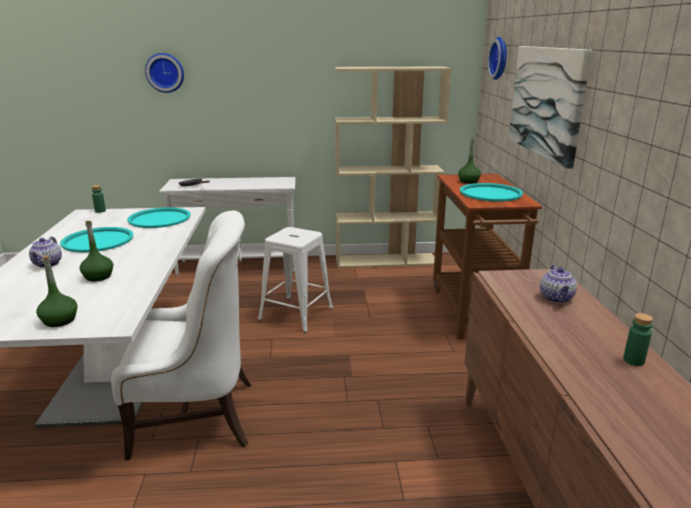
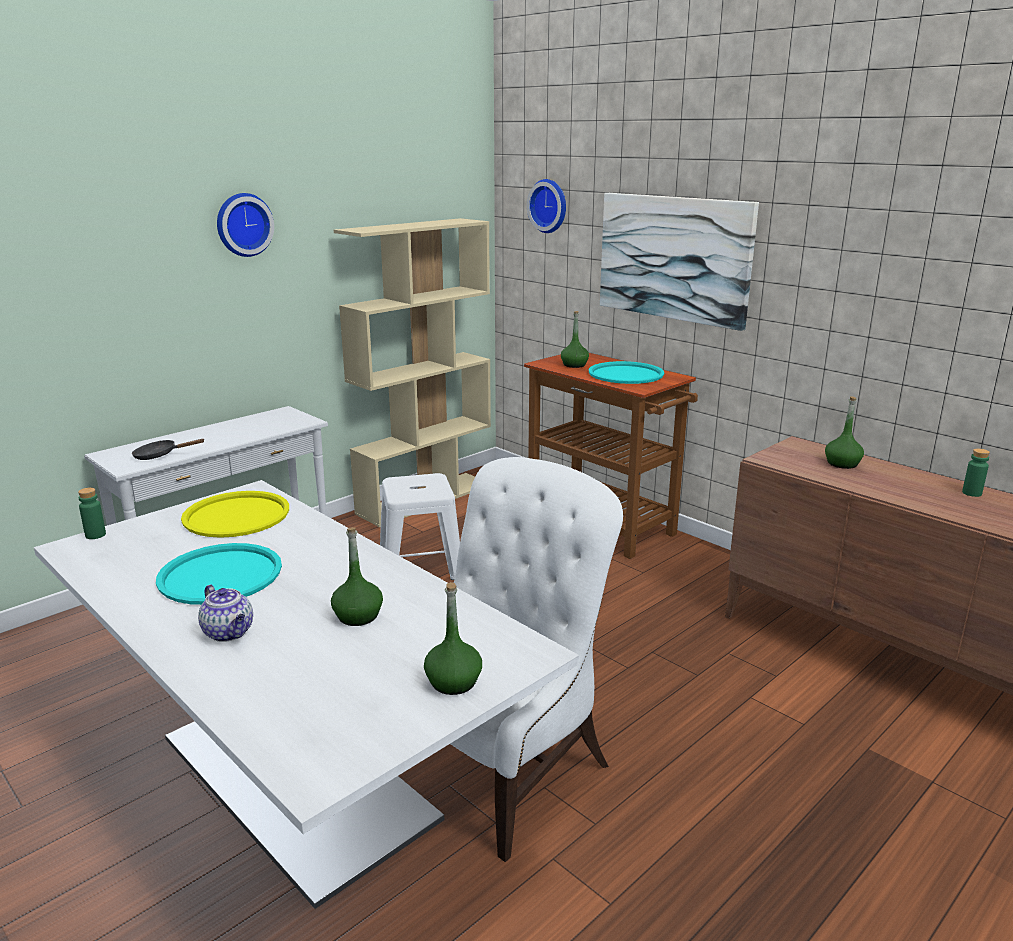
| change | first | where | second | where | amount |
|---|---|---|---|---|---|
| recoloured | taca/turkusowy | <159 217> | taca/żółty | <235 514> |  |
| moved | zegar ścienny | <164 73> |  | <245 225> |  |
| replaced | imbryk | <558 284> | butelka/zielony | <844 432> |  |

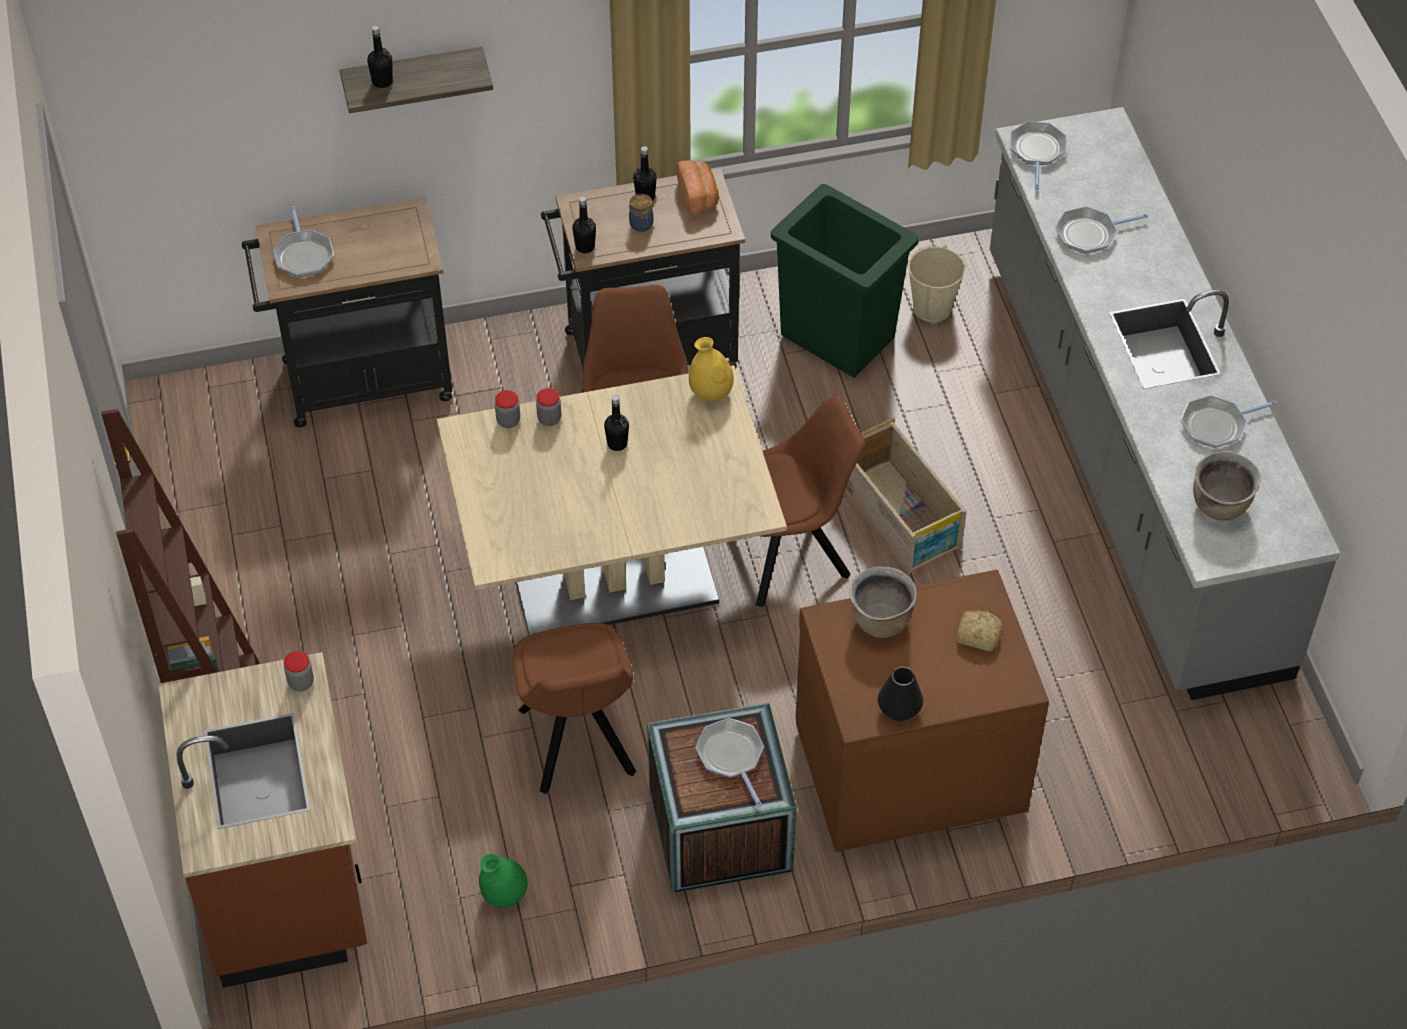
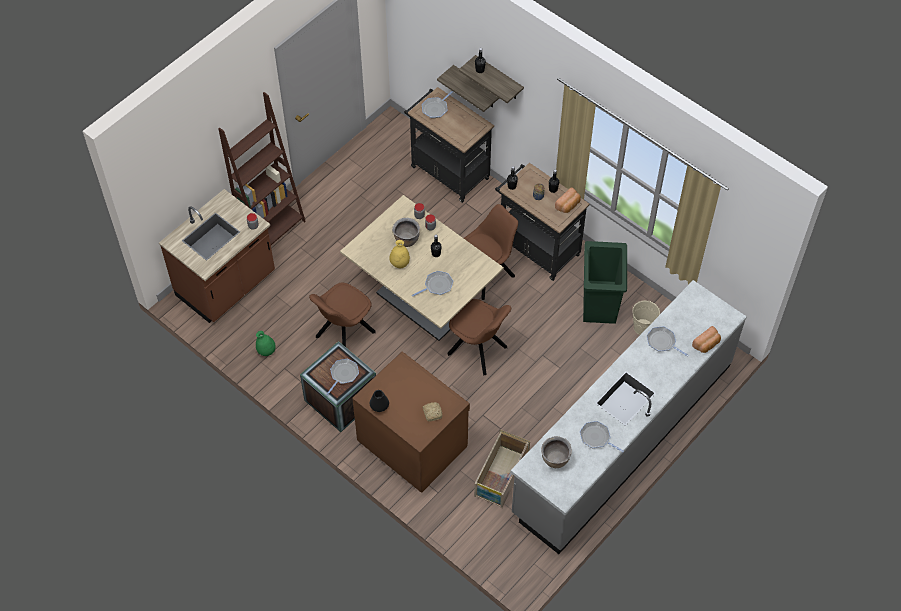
| change | first | where | second | where | amount |
|---|---|---|---|---|---|
| moved | wazon/żółty | <711 369> |  | <399 254> |  |
| moved | garnek/brązowy | <883 602> |  | <406 232> |  |
| moved | patelnia | <1038 156> |  | <432 284> |  |
| added |  |  | półka | <468 88> |  |
| moved | skrzynka | <905 496> |  | <502 468> |  |
| added |  |  | chleb | <706 339> |  |

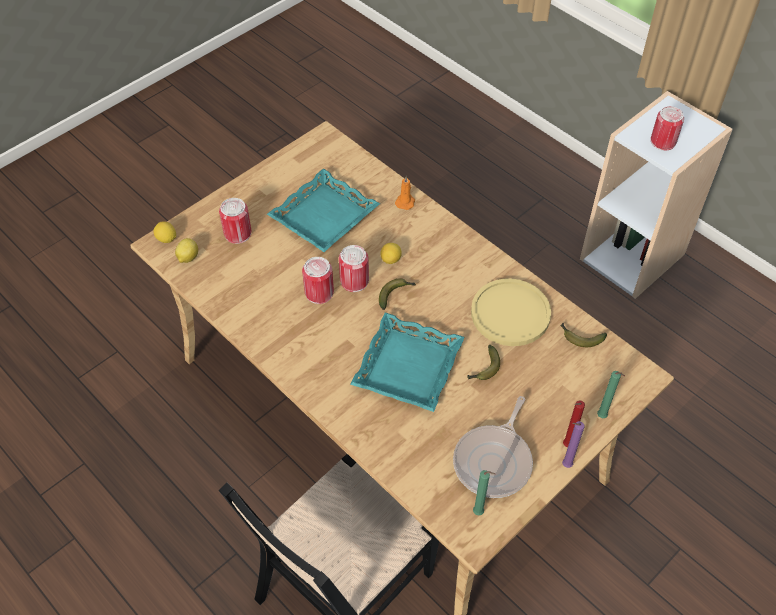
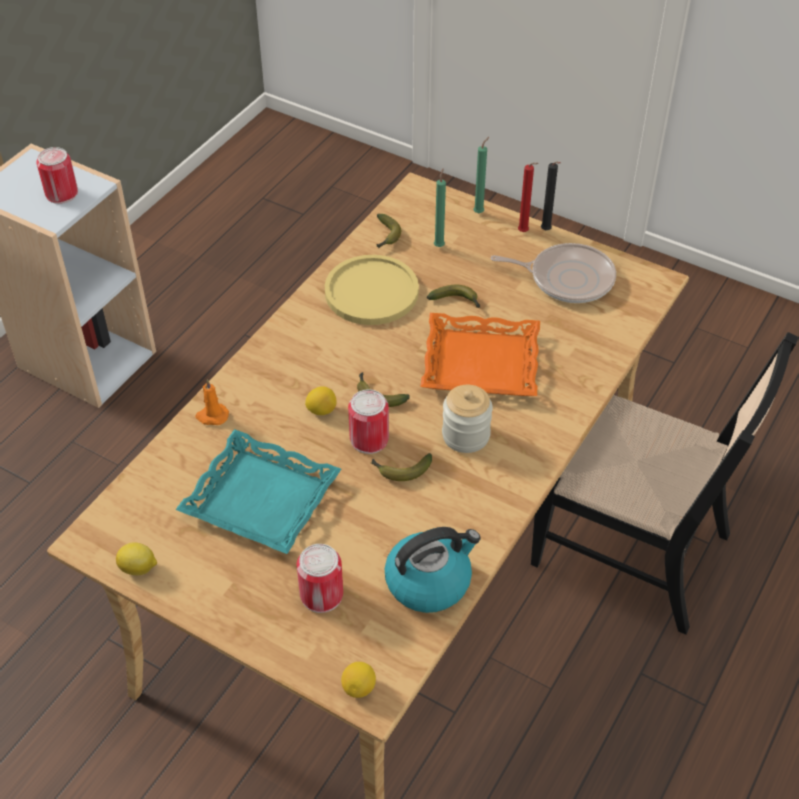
| change | first | where | second | where | amount |
|---|---|---|---|---|---|
| moved | cytryna | <186 250> |  | <136 558> |  |
| replaced | puszka | <318 280> | banan | <401 467> |  |
| added |  |  | czajnik | <433 570> |  |
| recoloured | taca/turkusowy | <407 362> | taca/pomarańczowy | <480 354> |  |
| moved | świeca/zielony | <484 492> |  | <440 208> |  |
| added |  |  | słoik | <467 419> |  |
| recoloured | świeca/fioletowy | <573 444> | świeca/czarny | <550 196> |  |

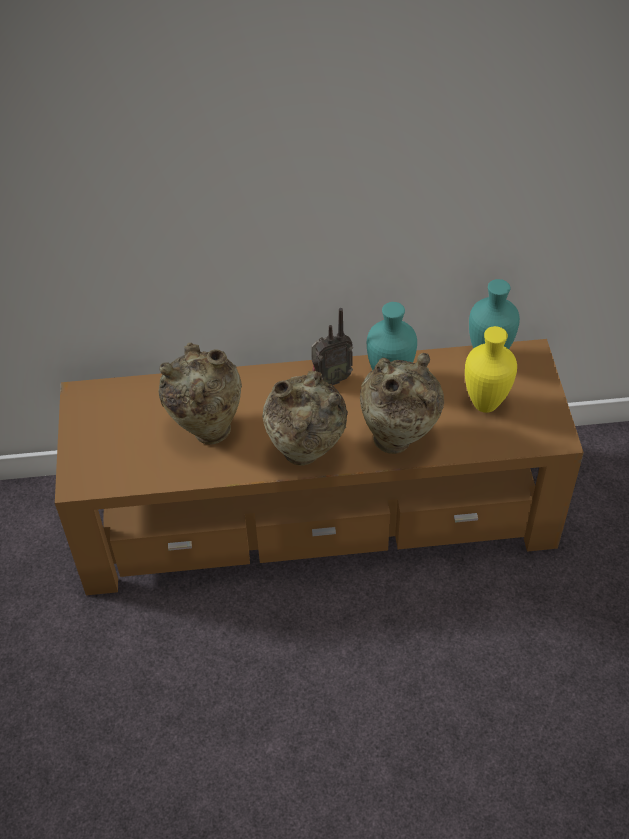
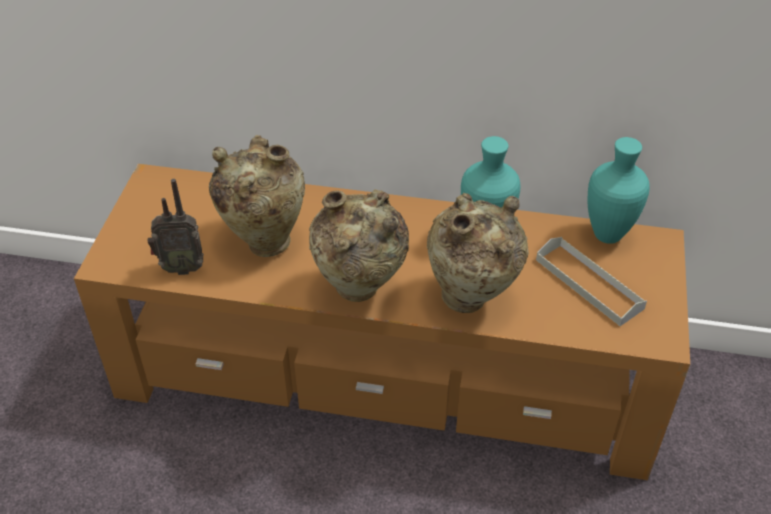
| change | first | where | second | where | amount |
|---|---|---|---|---|---|
| moved | radio | <332 346> |  | <176 227> |  |
| replaced | wazon/żółty | <491 369> | taca/szary | <591 281> |  |

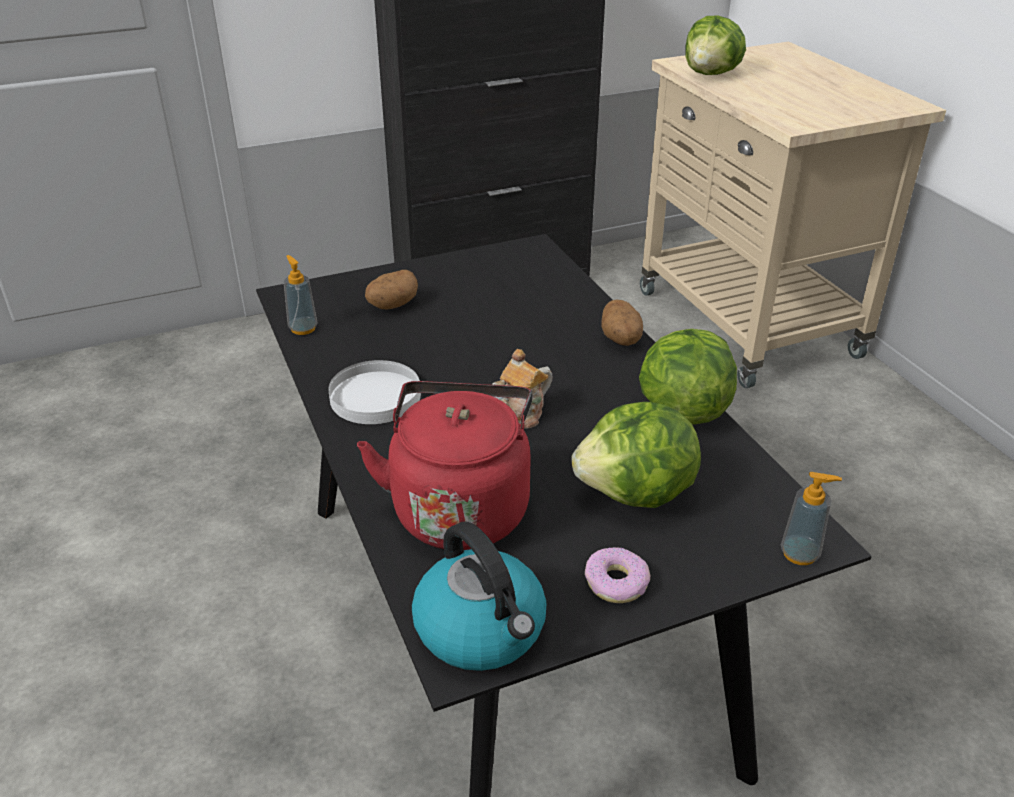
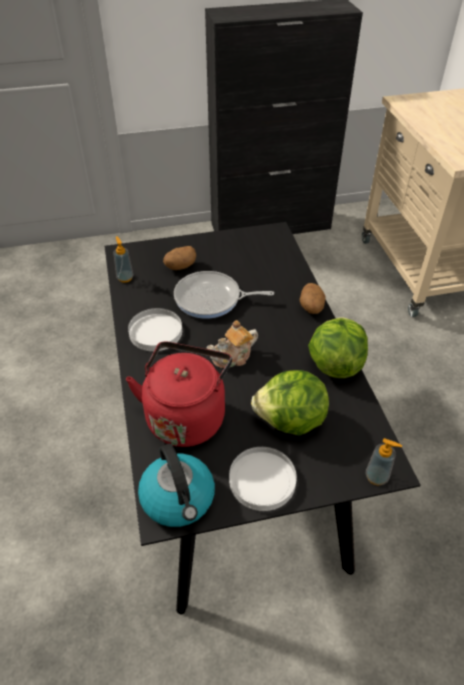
| change | first | where | second | where | amount |
|---|---|---|---|---|---|
| added |  |  | patelnia | <224 295> |  |
| replaced | donut | <617 575> | talerz/biały | <263 479> |  |
| removed | sałata | <716 45> |  |  |  |

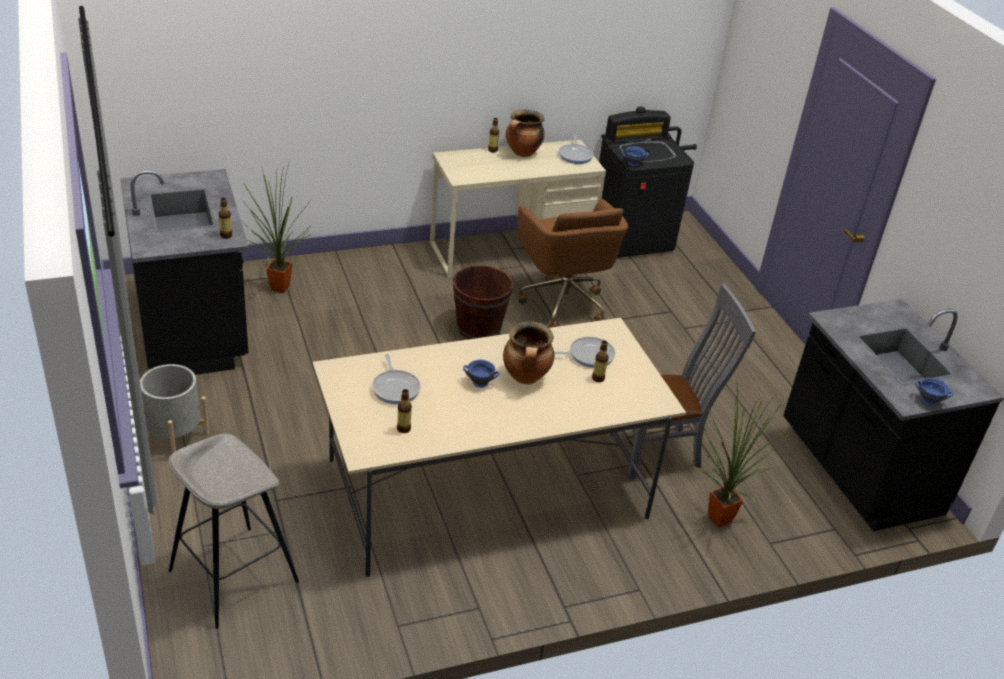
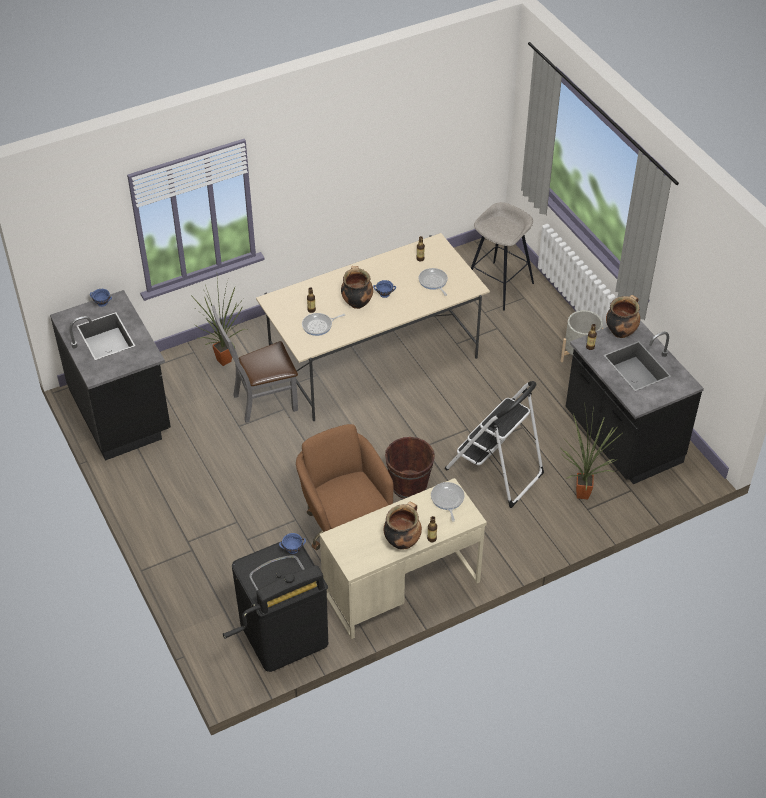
| change | first | where | second | where | amount |
|---|---|---|---|---|---|
| moved | patelnia | <576 149> |  | <447 502> |  |
| added |  |  | drabinka | <494 444> |  |
| added |  |  | garnek | <623 316> |  |

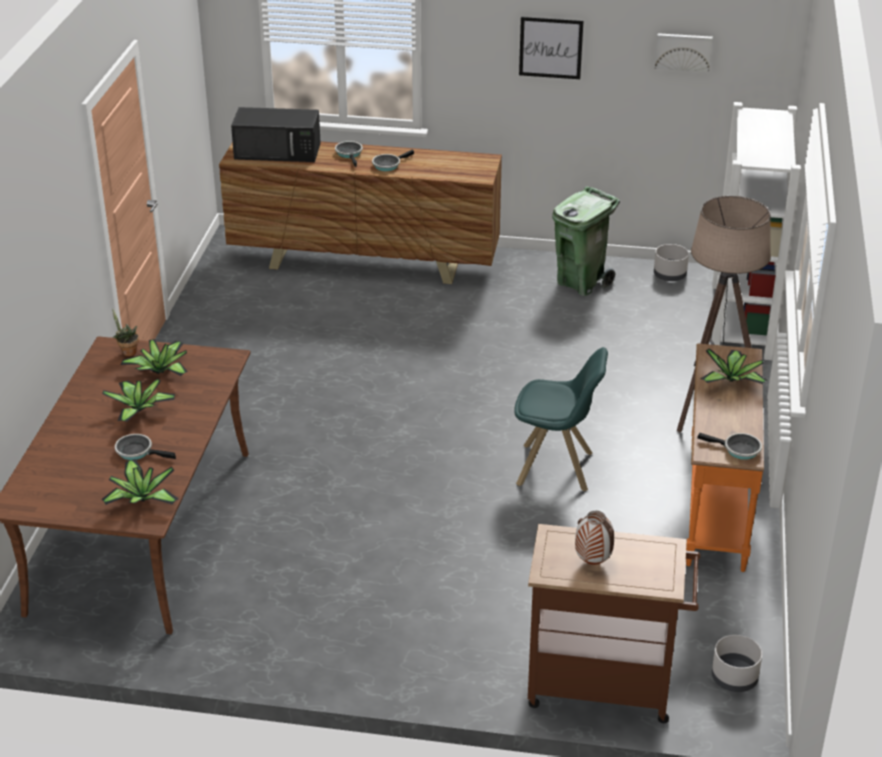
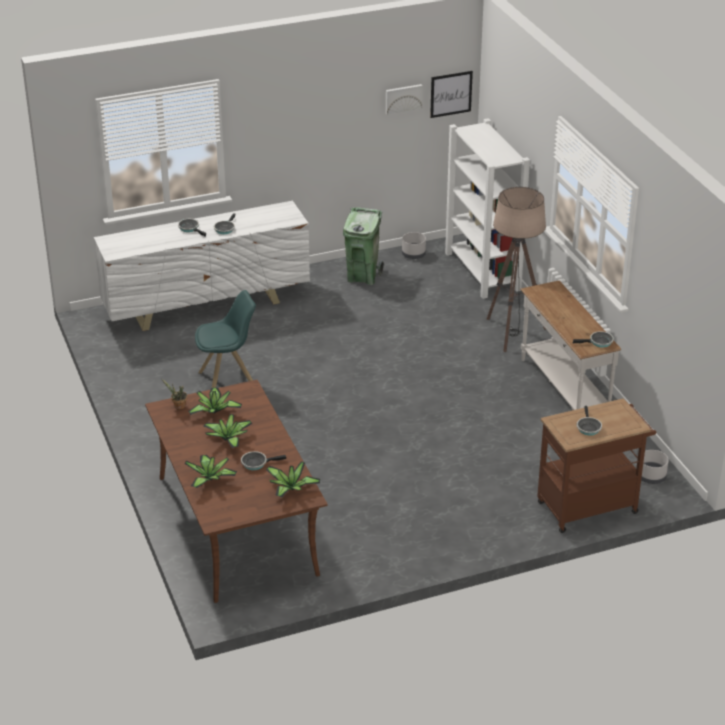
| change | first | where | second | where | amount |
|---|---|---|---|---|---|
| recoloured | szafka/brązowy | <360 212> | szafka/biały | <202 266> |  |
| moved | roślina doniczkowa | <734 366> |  | <211 471> |  |
| moved | krzesło/turkusowy | <561 419> |  | <225 339> |  |
| moved | obraz | <551 47> |  | <451 94> |  |
| recoloured | stolik konsolowy/pomarańczowy | <725 458> | stolik konsolowy/biały | <570 345> |  |
| replaced | wazon | <594 538> | patelnia | <589 420> |  |
| removed | mikrofalówka/czarny | <276 134> |  |  |  |

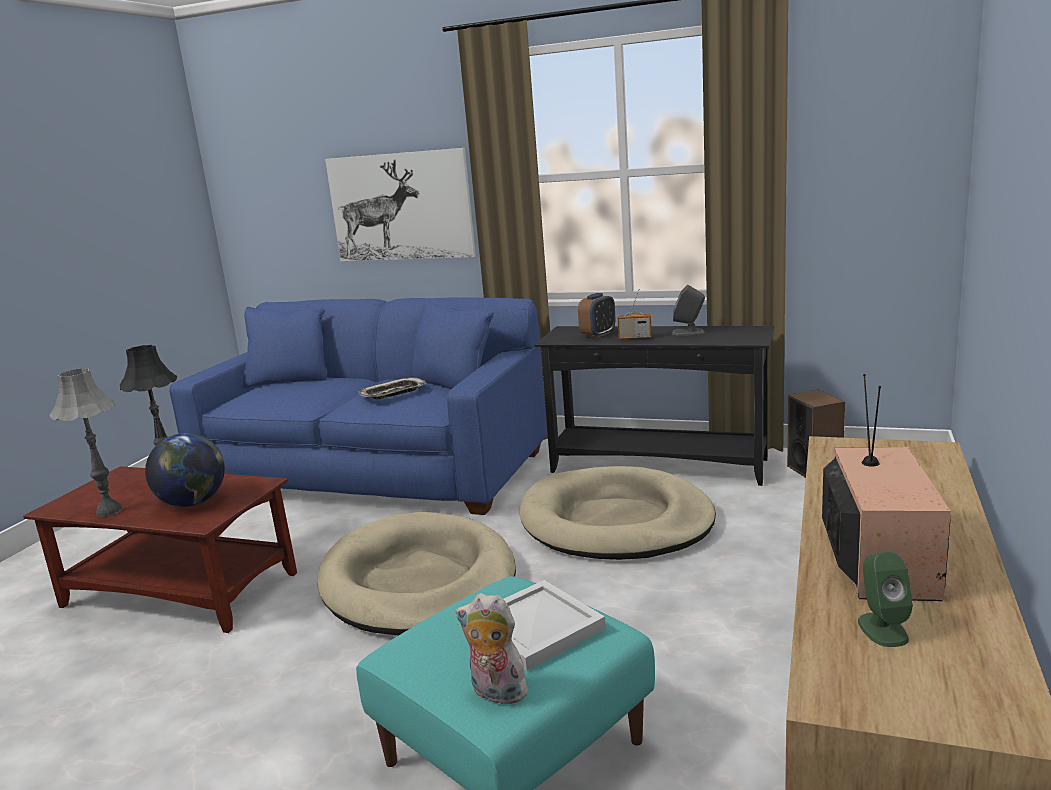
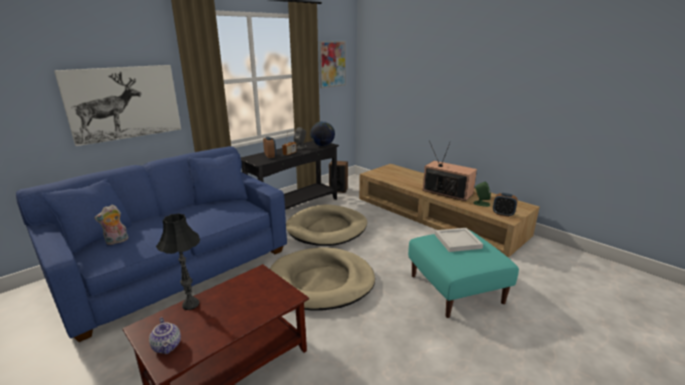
| change | first | where | second | where | amount |
|---|---|---|---|---|---|
| moved | pluszak | <492 648> |  | <111 225> |  |
| added |  |  | imbryk | <165 335> |  |
| moved | globus | <185 470> |  | <322 133> |  |
| added |  |  | obraz | <332 64> |  |
| added |  |  | budzik | <505 205> |  |
| removed | lampa stołowa/szary | <86 442> |  |  |  |
| removed | taca | <392 388> |  |  |  |

